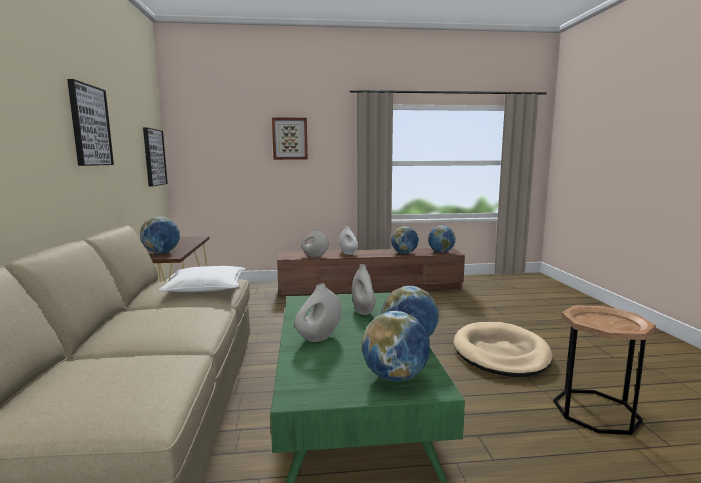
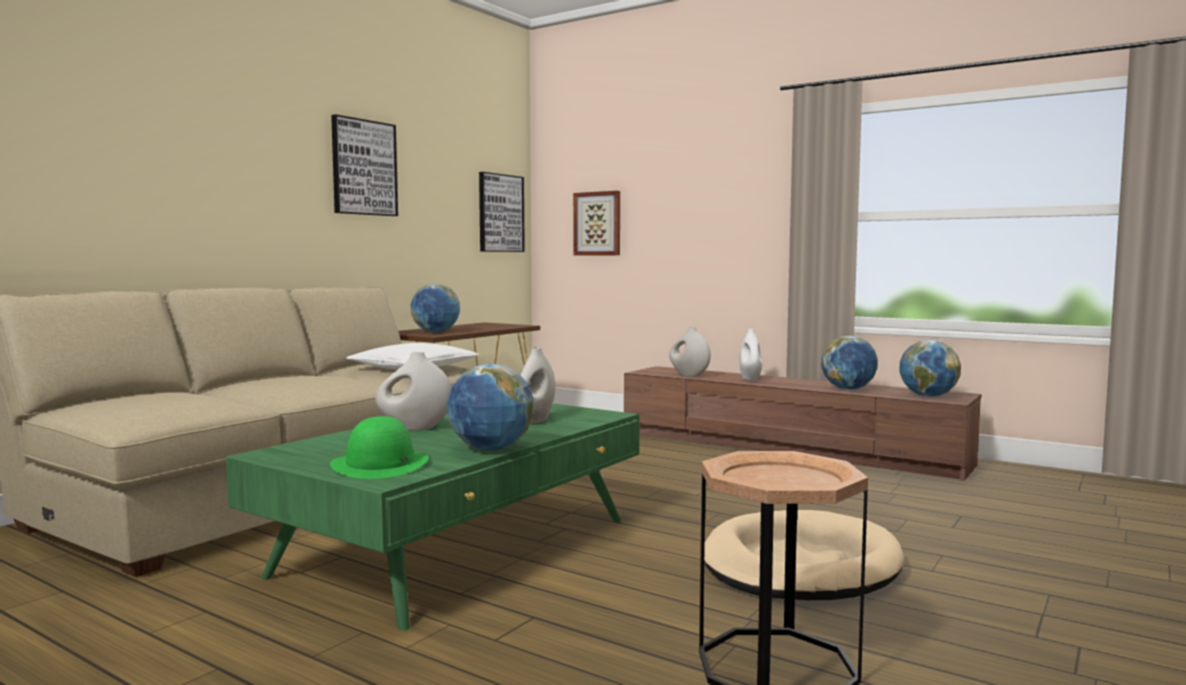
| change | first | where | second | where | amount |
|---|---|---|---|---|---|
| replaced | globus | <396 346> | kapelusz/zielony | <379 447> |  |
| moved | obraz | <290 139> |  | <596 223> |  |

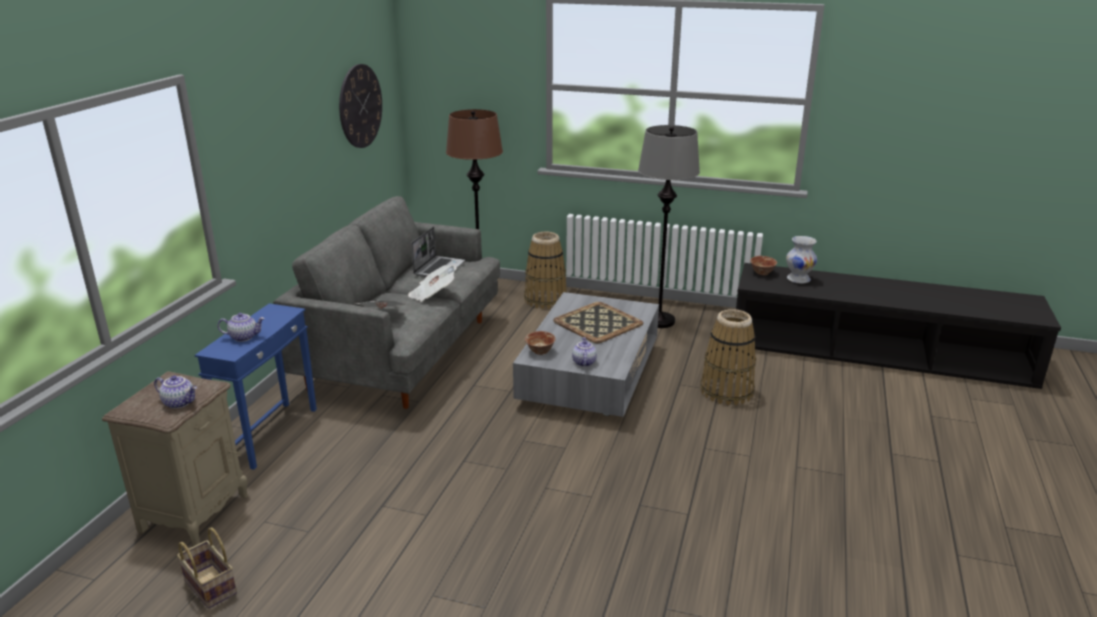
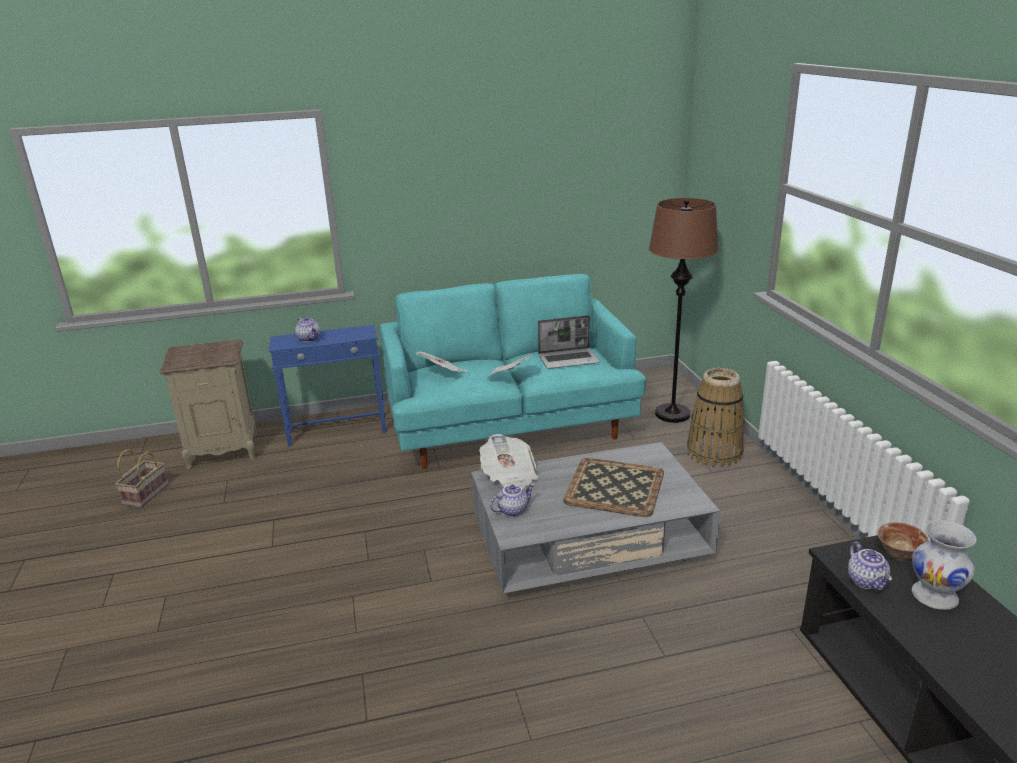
| change | first | where | second | where | amount |
|---|---|---|---|---|---|
| recoloured | kanapa/szary | <386 302> | kanapa/turkusowy | <513 371> |  |
| replaced | miska | <540 343> | gazeta | <508 461> |  |
| moved | imbryk | <175 392> |  | <870 566> |  |
| removed | zegar ścienny | <360 106> |  |  |  |
| removed | lampa stojąca/szary | <669 226> |  |  |  |
| removed | koszyk | <728 357> |  |  |  |

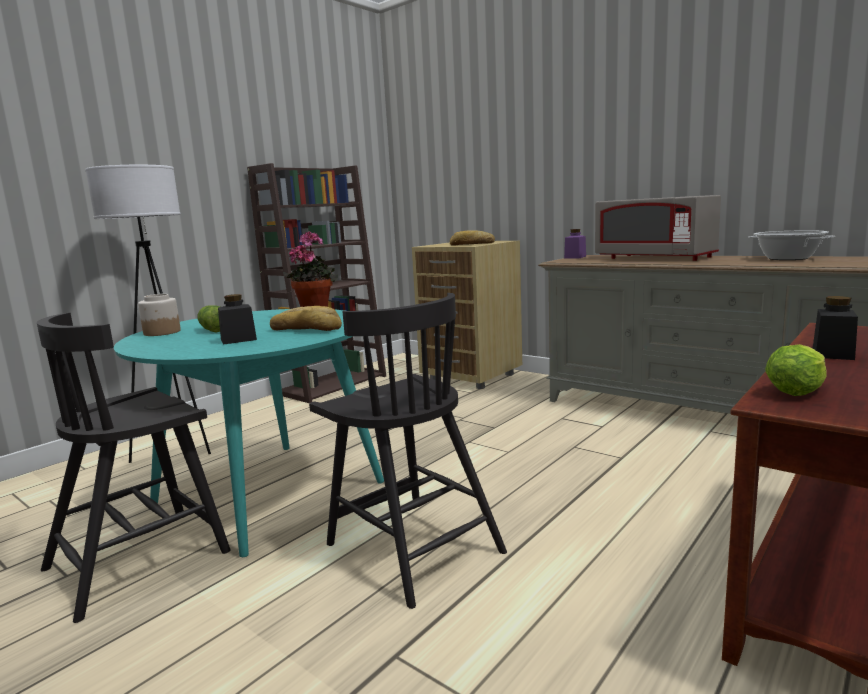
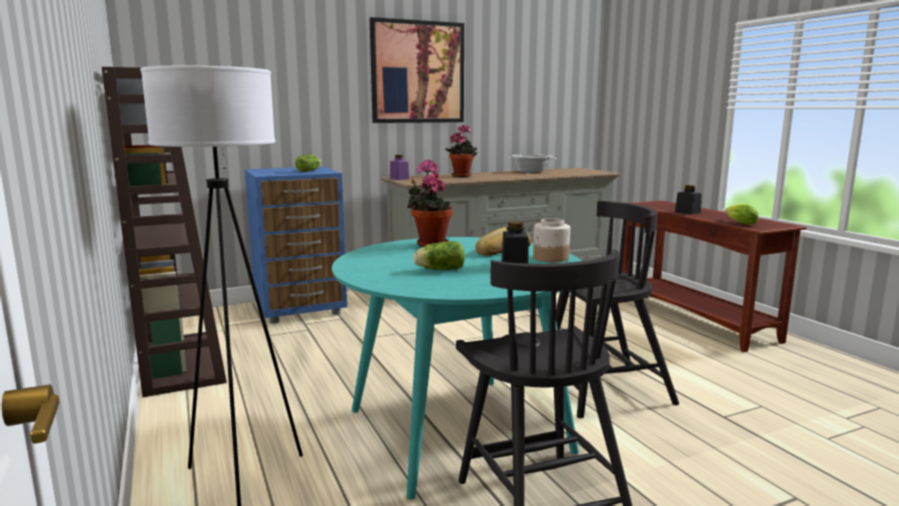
| change | first | where | second | where | amount |
|---|---|---|---|---|---|
| recoloured | komoda/brązowy | <467 315> | komoda/niebieski | <296 244> |  |
| replaced | chleb | <472 238> | sałata | <308 163> |  |
| added |  |  | obraz | <417 70> |  |
| replaced | mikrofalówka/szary | <658 228> | roślina doniczkowa | <461 151> |  |
| moved | słoik | <159 315> |  | <551 240> |  |

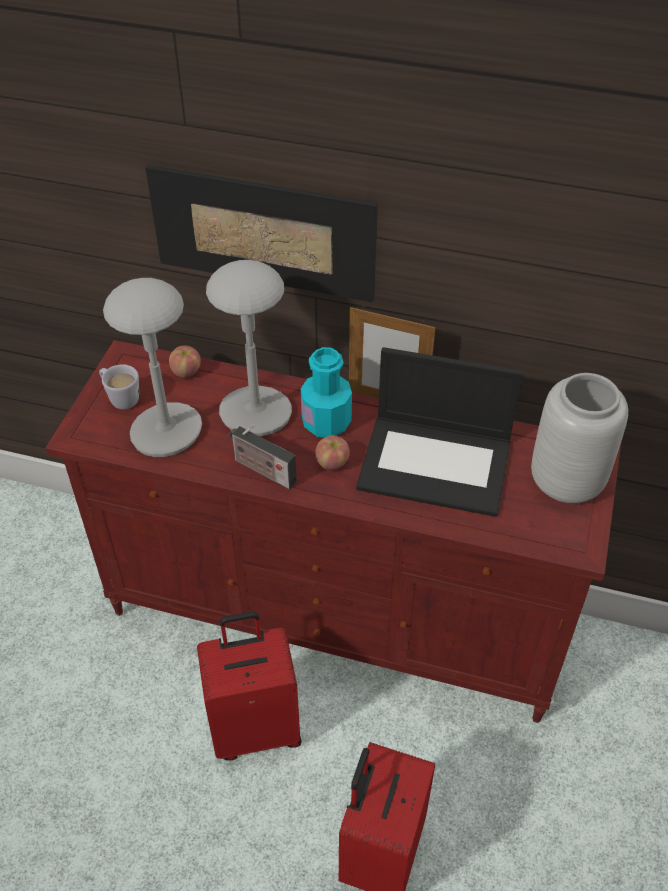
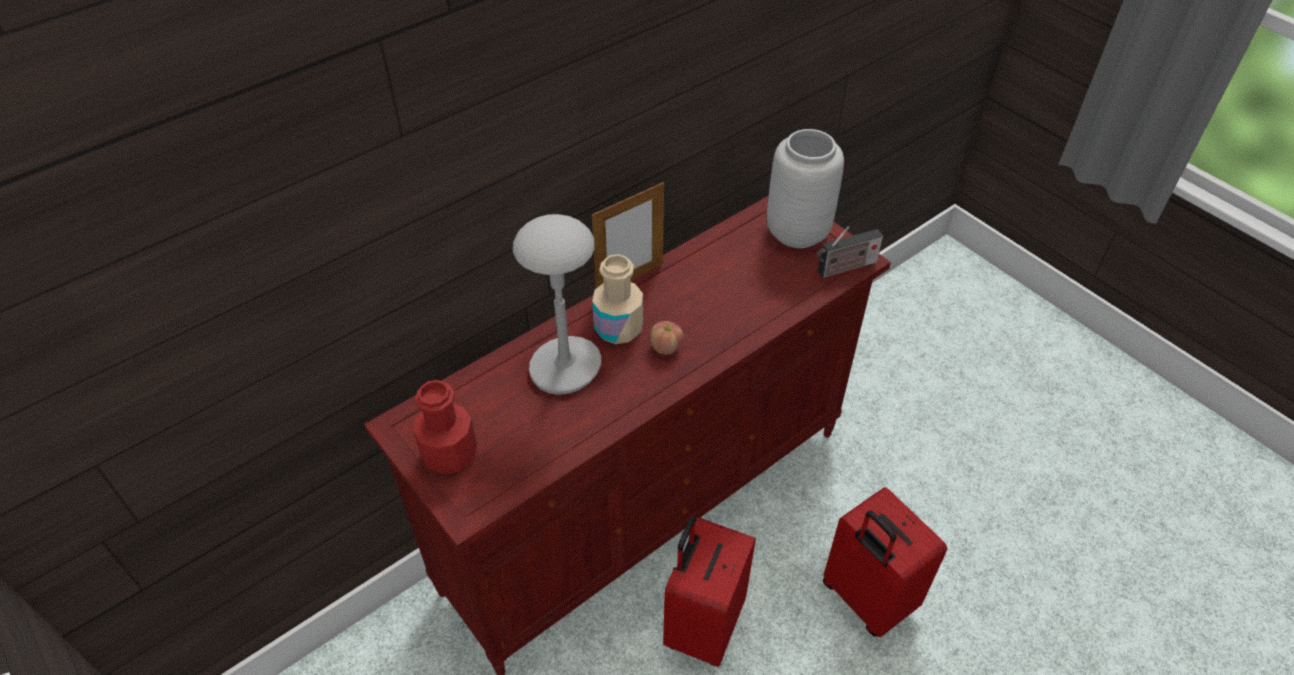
| change | first | where | second | where | amount |
|---|---|---|---|---|---|
| replaced | kubek/biały | <119 386> | butelka/czerwony | <445 427> |  |
| recoloured | butelka/turkusowy | <326 392> | butelka/beżowy | <617 299> |  |
| moved | radio | <263 456> |  | <850 252> |  |
| removed | lampa stołowa/szary | <152 367> |  |  |  |
| removed | obraz | <261 233> |  |  |  |
| removed | jabłko | <185 362> |  |  |  |
| removed | laptop | <439 432> |  |  |  |

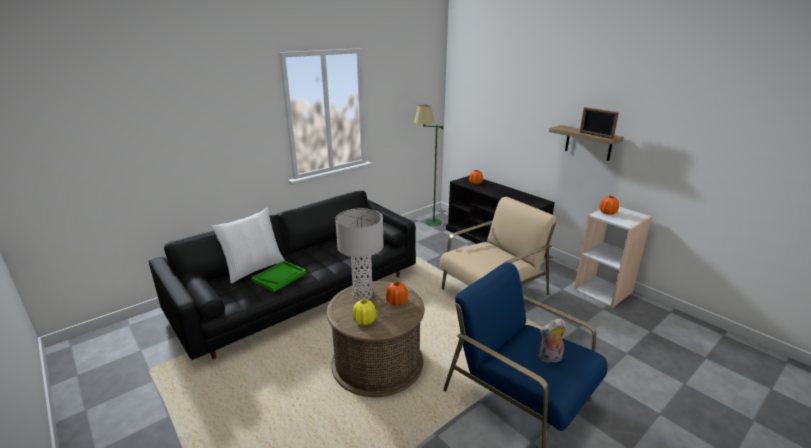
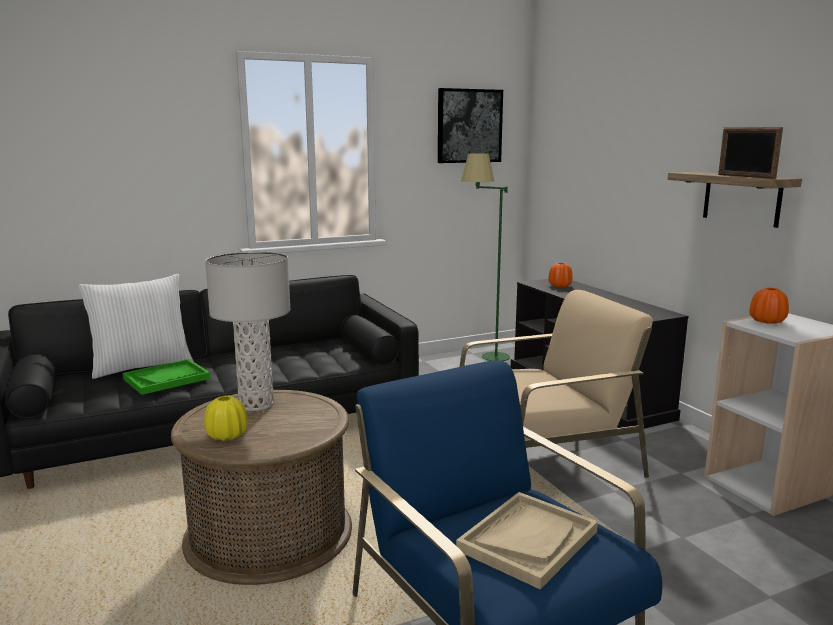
| change | first | where | second | where | amount |
|---|---|---|---|---|---|
| added |  |  | obraz | <470 125> |  |
| replaced | pluszak | <552 340> | taca/beżowy | <527 540> |  |
| removed | wazon/pomarańczowy | <397 294> |  |  |  |

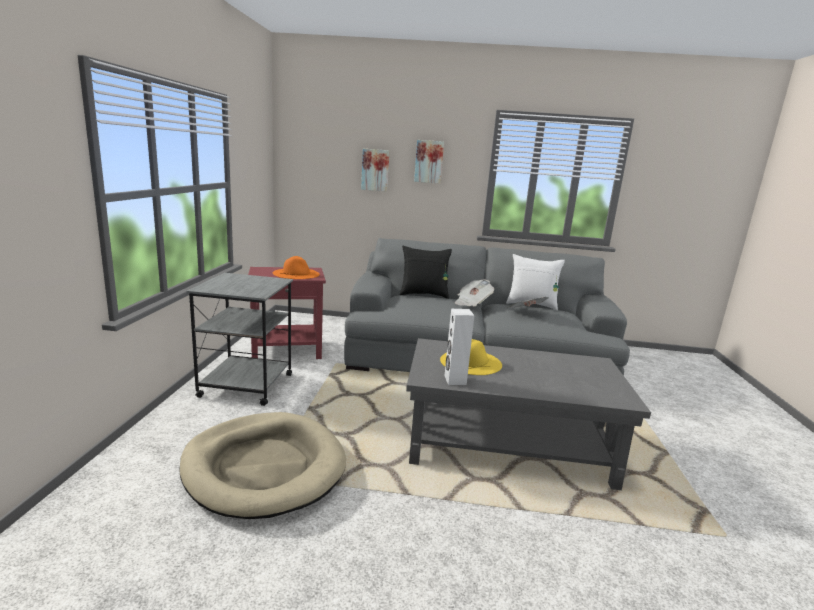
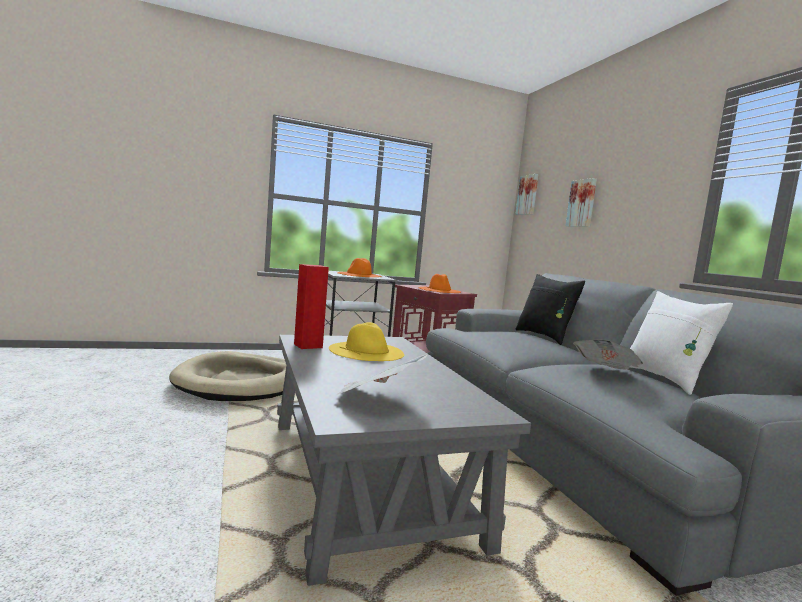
| change | first | where | second | where | amount |
|---|---|---|---|---|---|
| recoloured | głośnik/biały | <459 347> | głośnik/czerwony | <311 306> |  |
| added |  |  | kapelusz/pomarańczowy | <359 267> |  |
| moved | gazeta | <474 293> |  | <382 375> |  |
| moved | obraz | <429 162> |  | <527 194> |  |

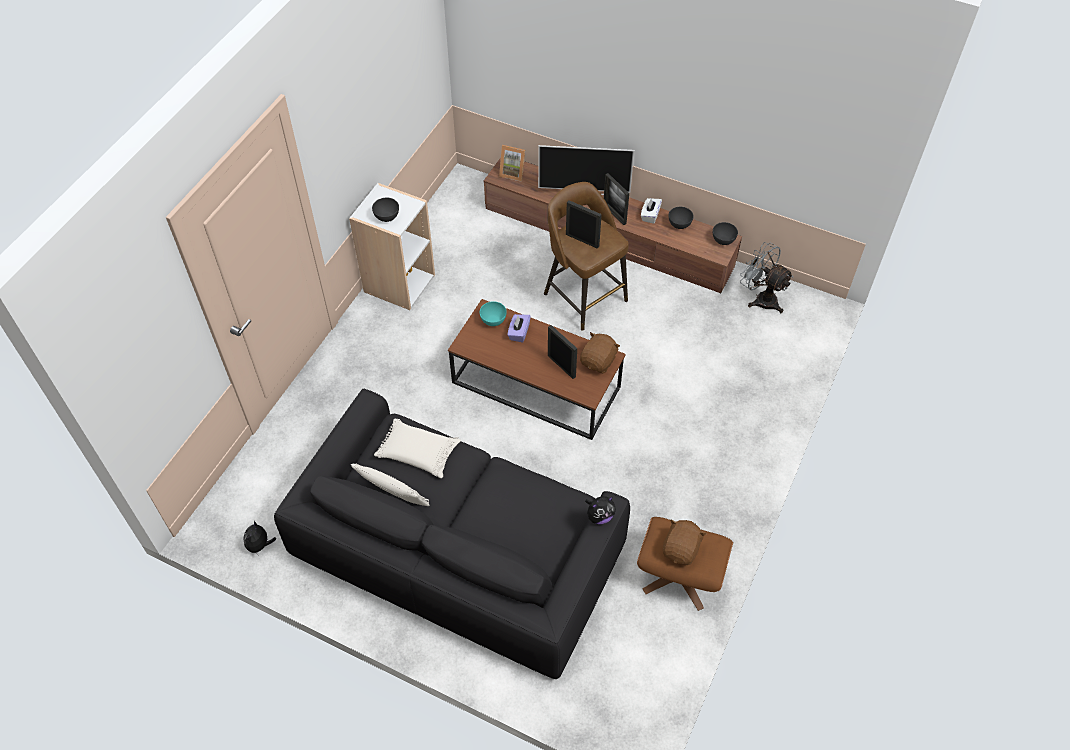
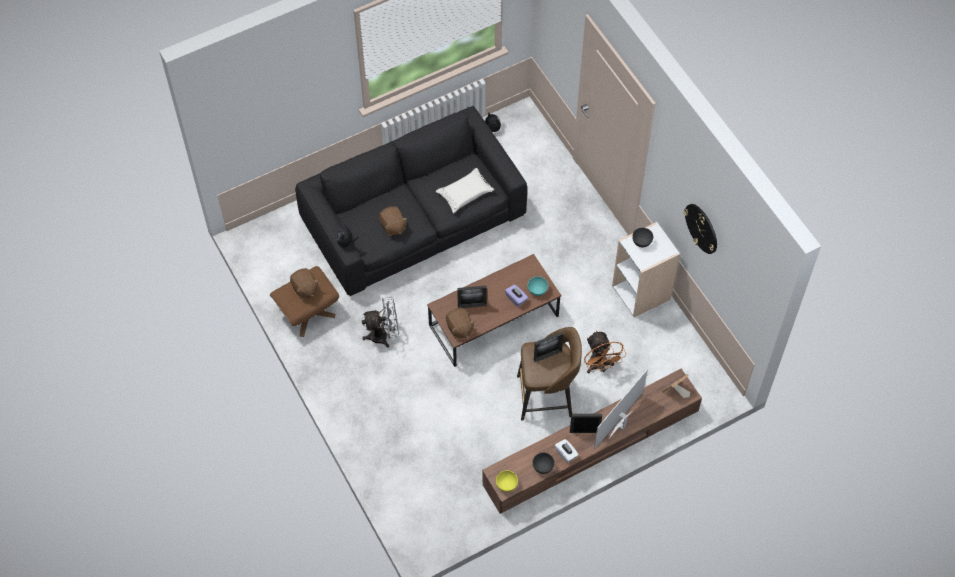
| change | first | where | second | where | amount |
|---|---|---|---|---|---|
| moved | wentylator/szary | <766 277> |  | <380 322> |  |
| added |  |  | pluszak/brązowy | <393 221> |  |
| recoloured | miska/szary | <725 233> | miska/żółty | <507 481> |  |
| added |  |  | wentylator/pomarańczowy | <605 352> |  |
| added |  |  | zegar ścienny | <700 229> |  |
| removed | poduszka/biały | <390 485> |  |  |  |

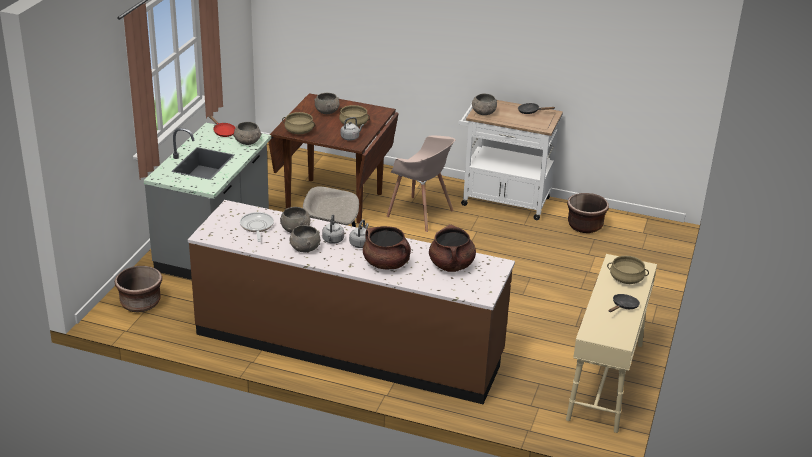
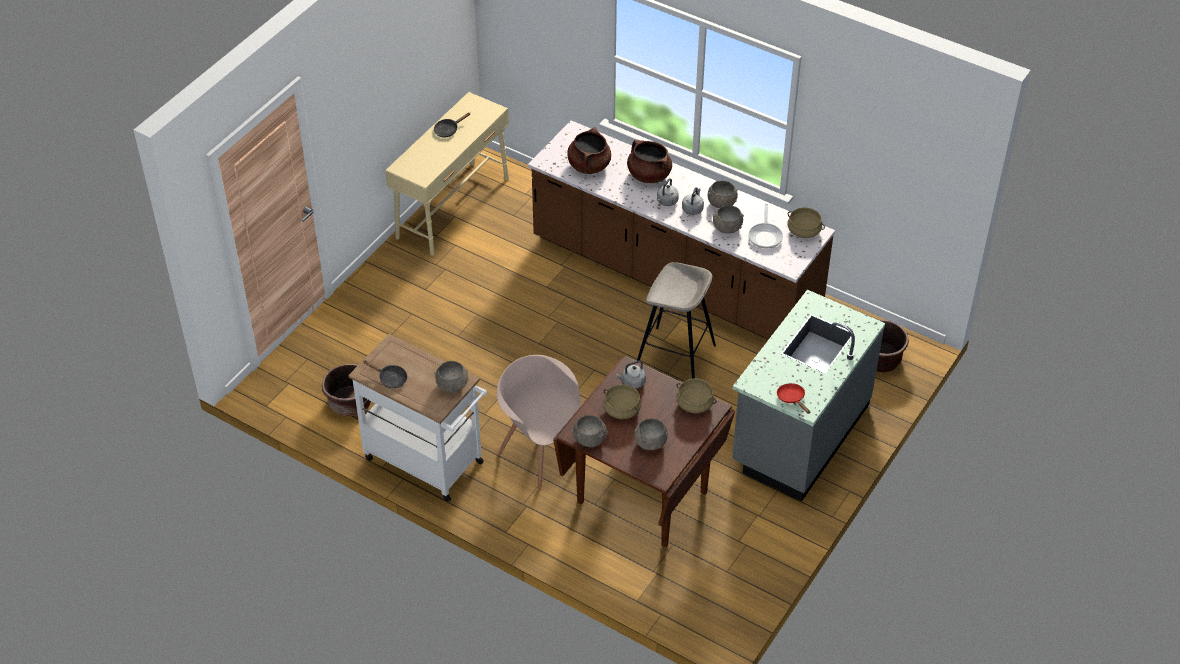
| change | first | where | second | where | amount |
|---|---|---|---|---|---|
| moved | miska/szary | <247 133> |  | <590 431> |  |
| moved | garnek/beżowy | <628 270> |  | <806 222> |  |

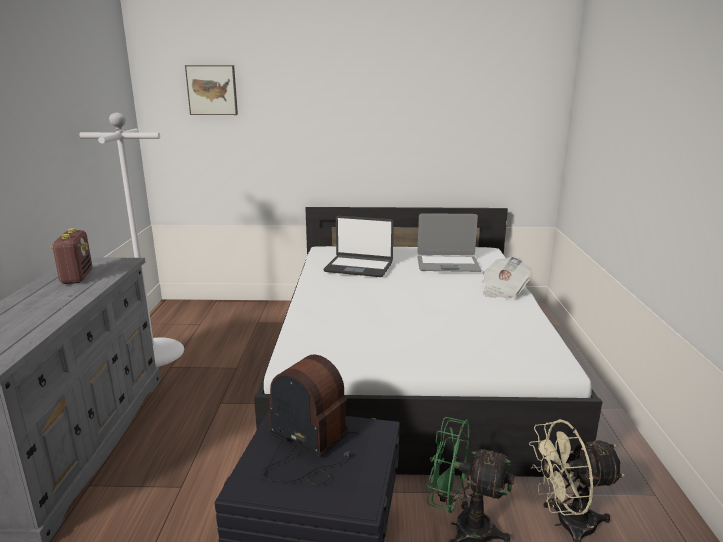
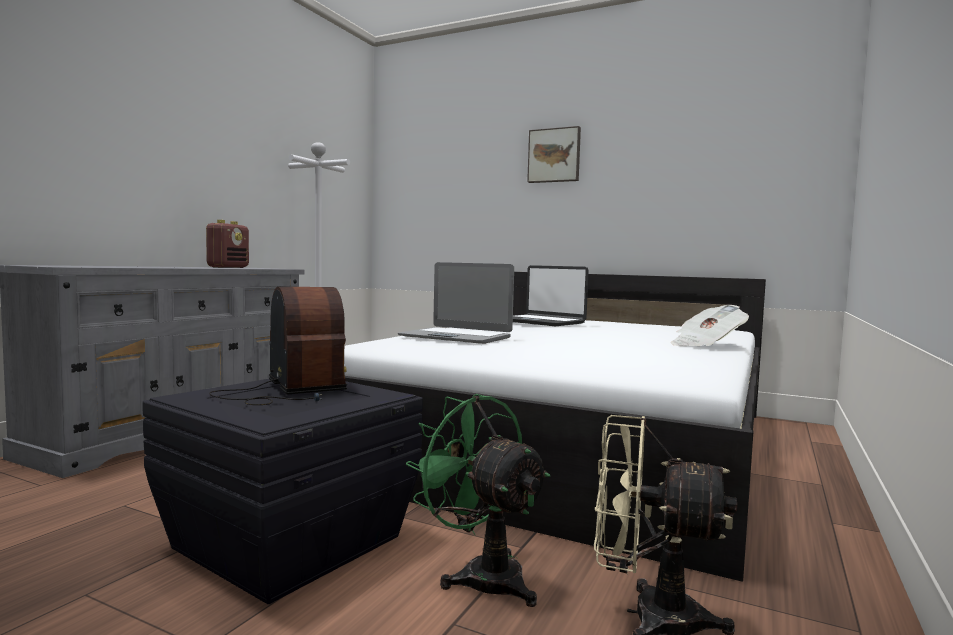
| change | first | where | second | where | amount |
|---|---|---|---|---|---|
| moved | laptop | <449 242> |  | <456 303> |  |
| moved | obraz | <211 90> |  | <554 154> |  |

